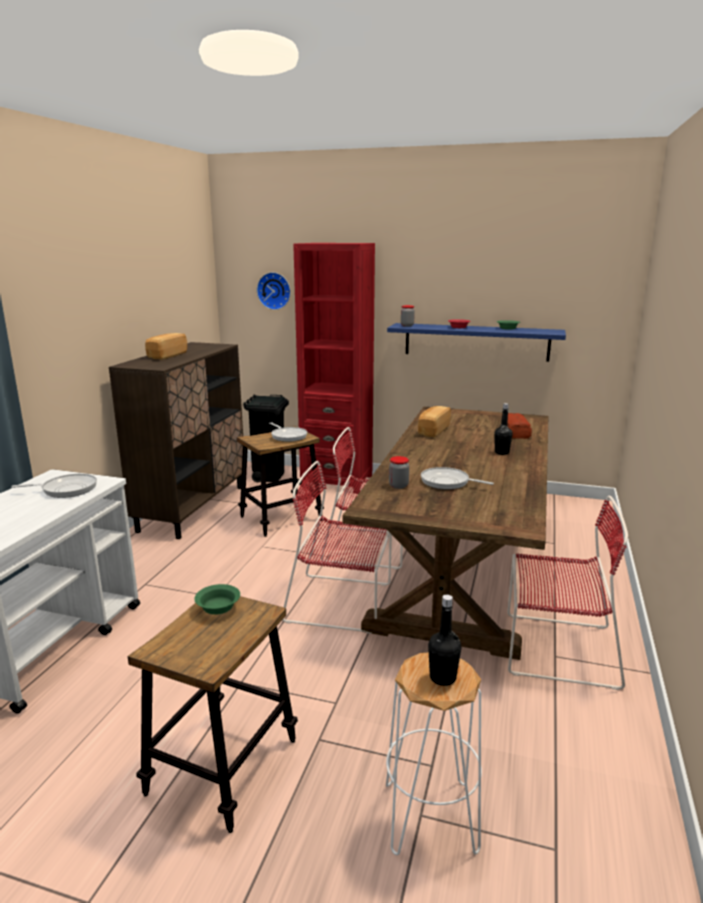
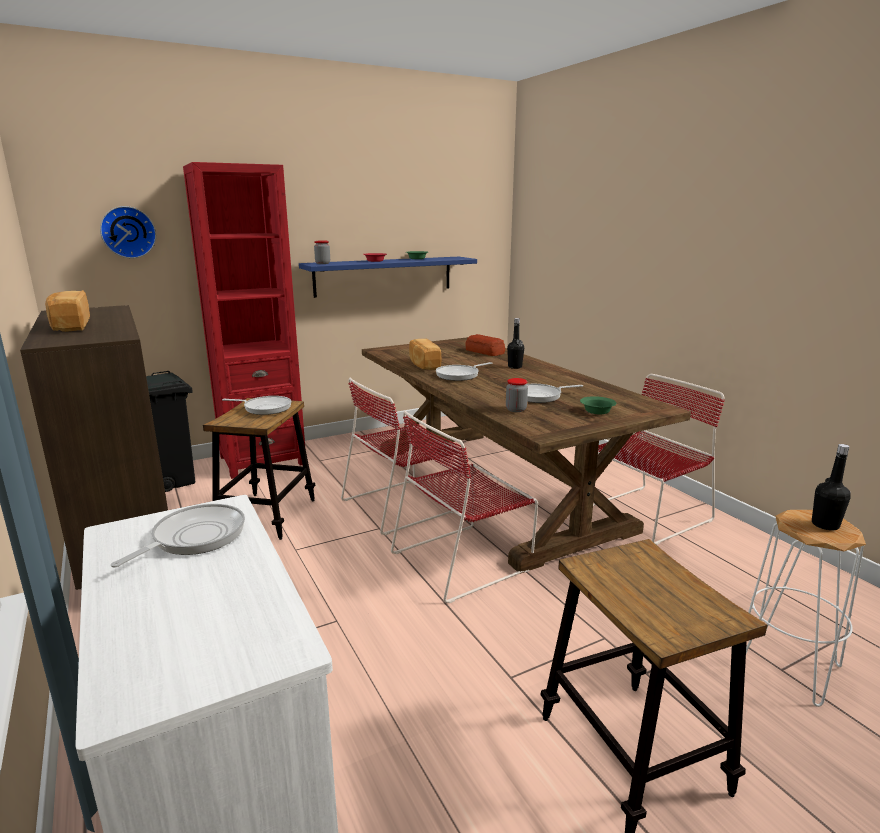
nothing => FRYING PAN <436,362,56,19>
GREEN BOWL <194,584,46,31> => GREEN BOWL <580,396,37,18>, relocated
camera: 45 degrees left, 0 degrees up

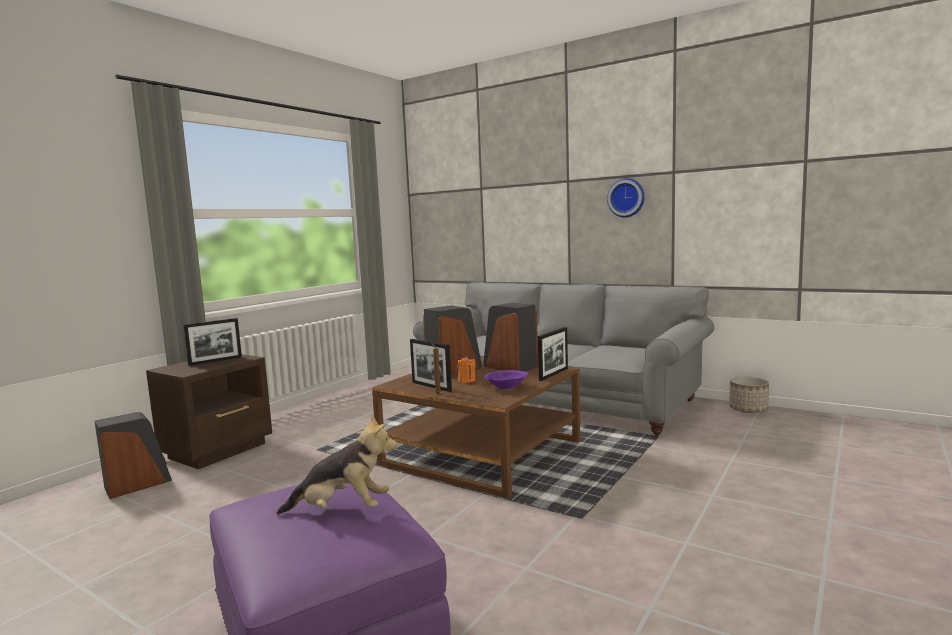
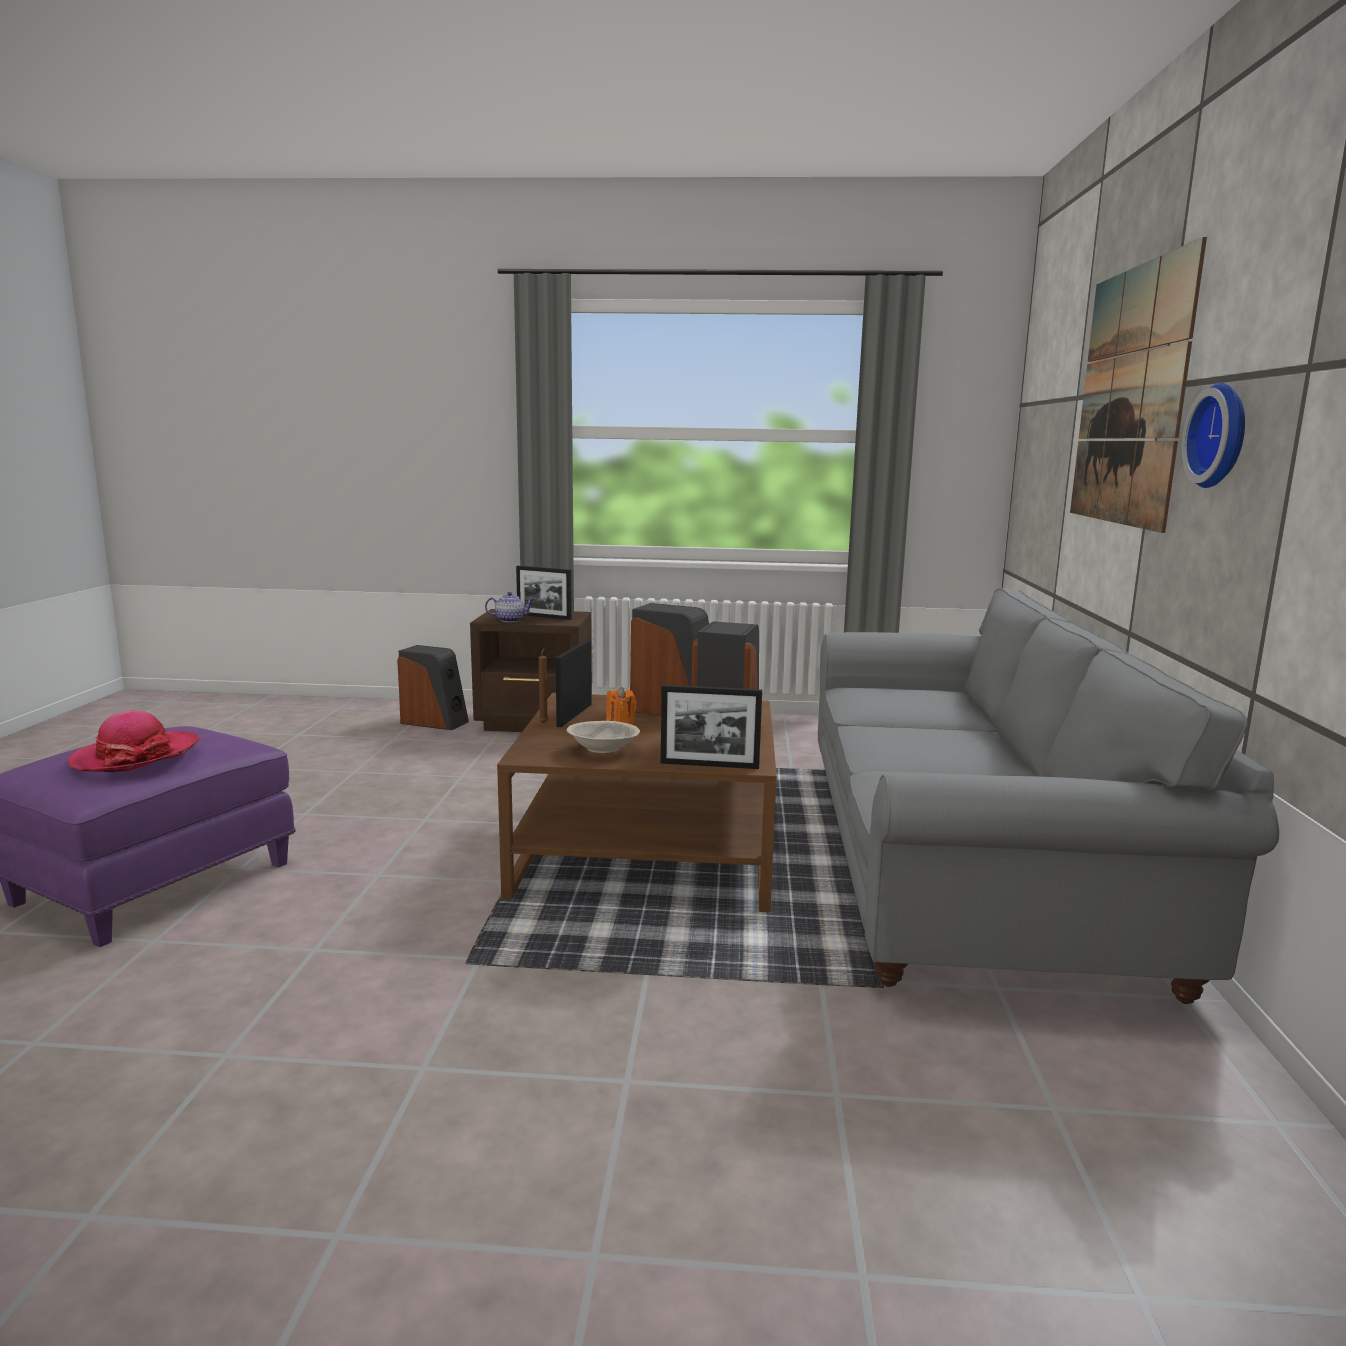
PLANTER <729,376,40,37> => nothing
nothing => TEAPOT <485,592,49,30>
nothing => PICTURE <1070,237,137,296>
PLUSH TOY <277,415,120,99> => HAT <68,711,132,61>
PURPLE BOWL <484,370,45,19> => BEIGE BOWL <567,721,73,32>
camera: 60 degrees right, 5 degrees up

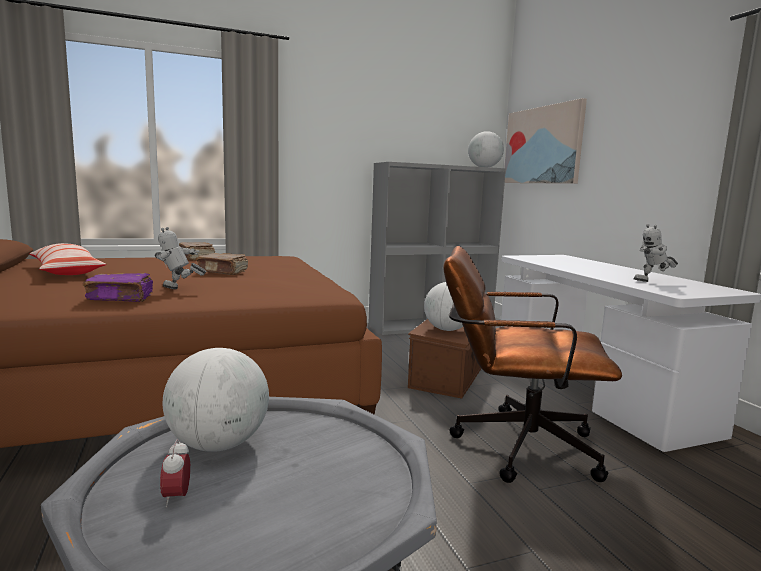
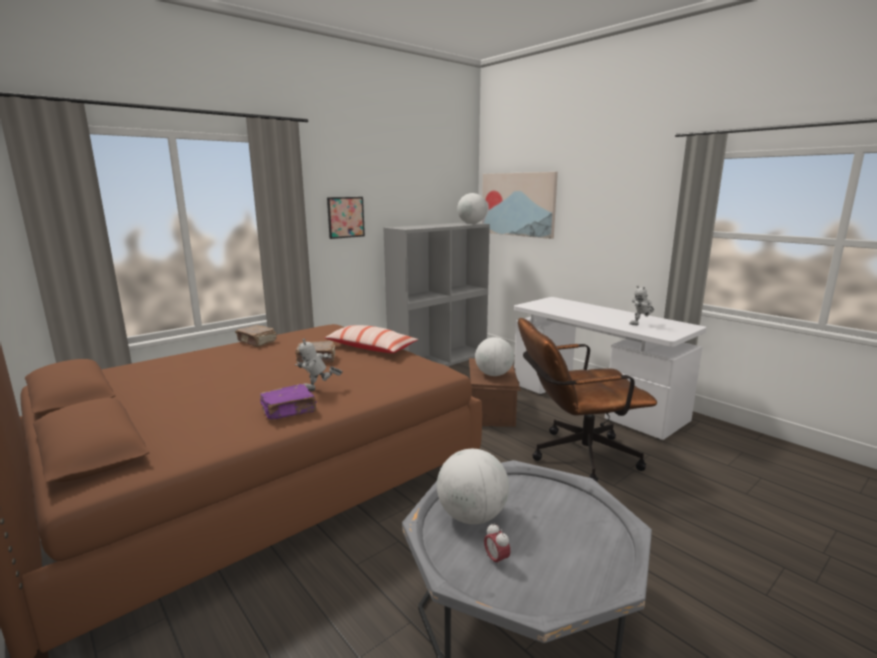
nothing => PICTURE <327,197,38,42>
PILLOW <29,243,77,32> => PILLOW <324,325,95,28>, relocated
camera: 20 degrees left, 5 degrees up

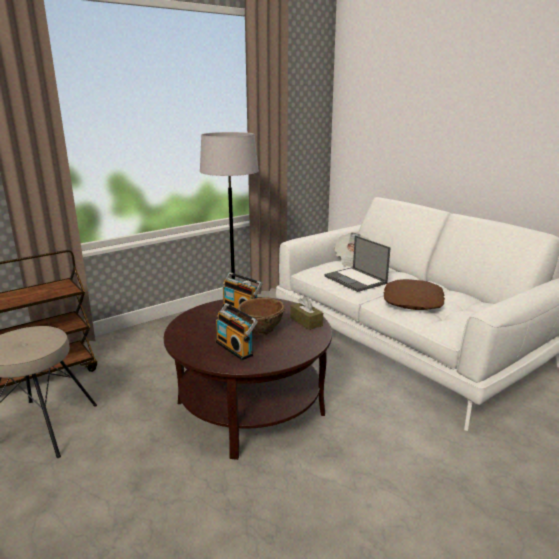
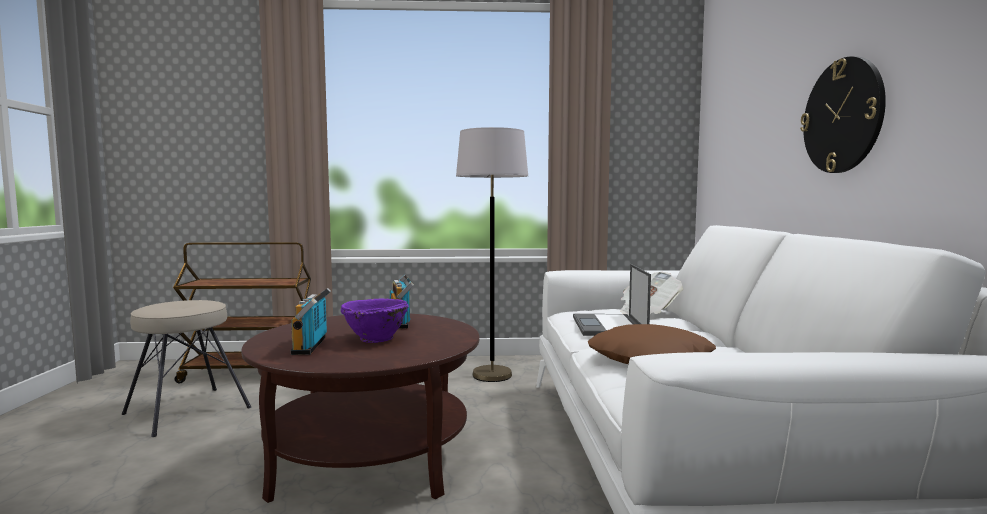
BROWN TISSUE BOX <291,296,32,34> => nothing
nothing => WALL CLOCK <800,56,86,117>
BROWN BOWL <237,298,48,37> => PURPLE BOWL <341,299,68,44>
camera: 35 degrees right, 15 degrees down

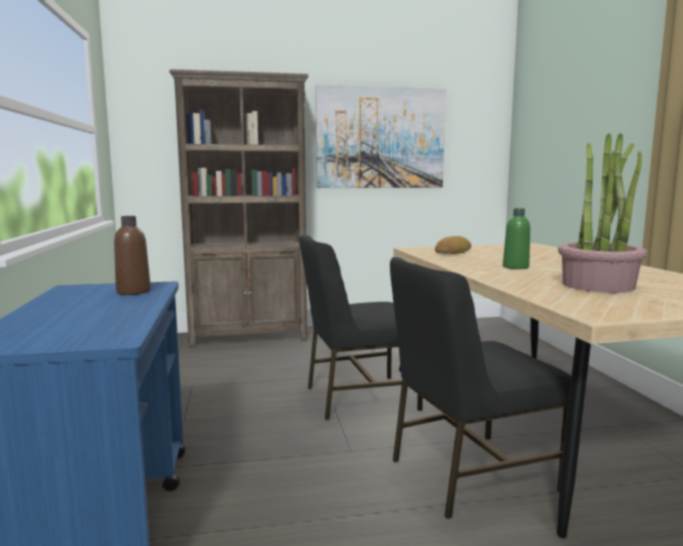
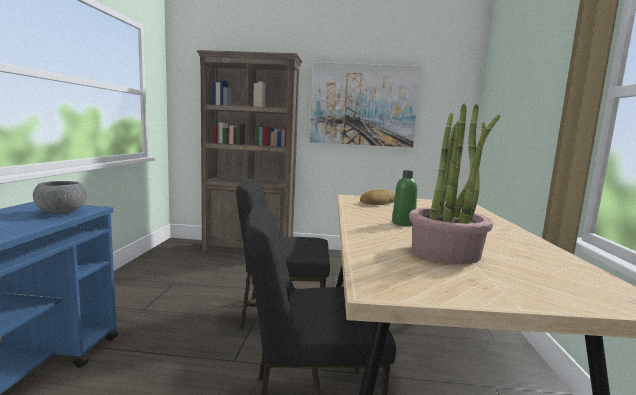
BROWN BOTTLE <114,216,37,79> => GREY BOWL <33,181,54,33>
camera: 15 degrees right, 0 degrees up

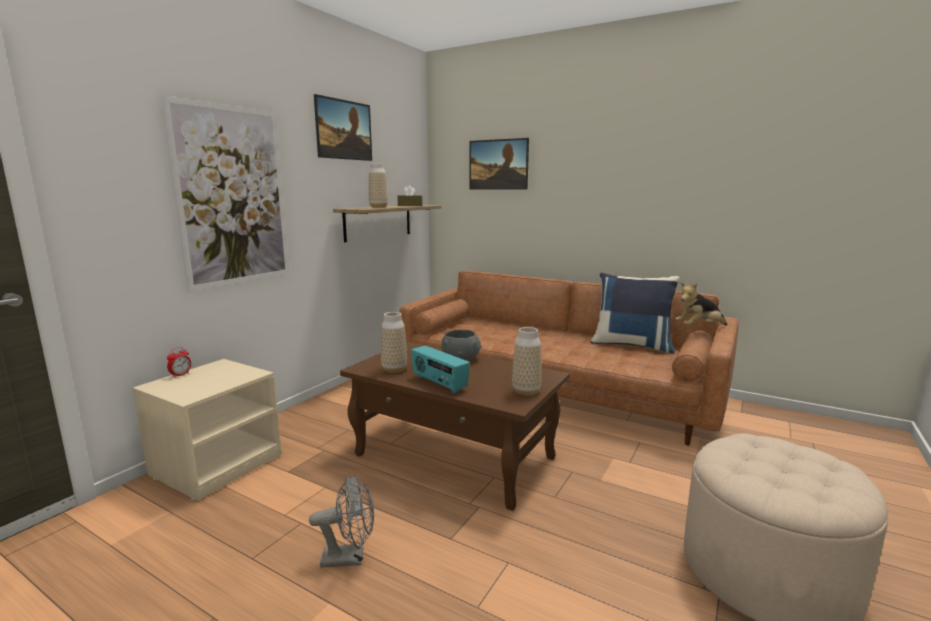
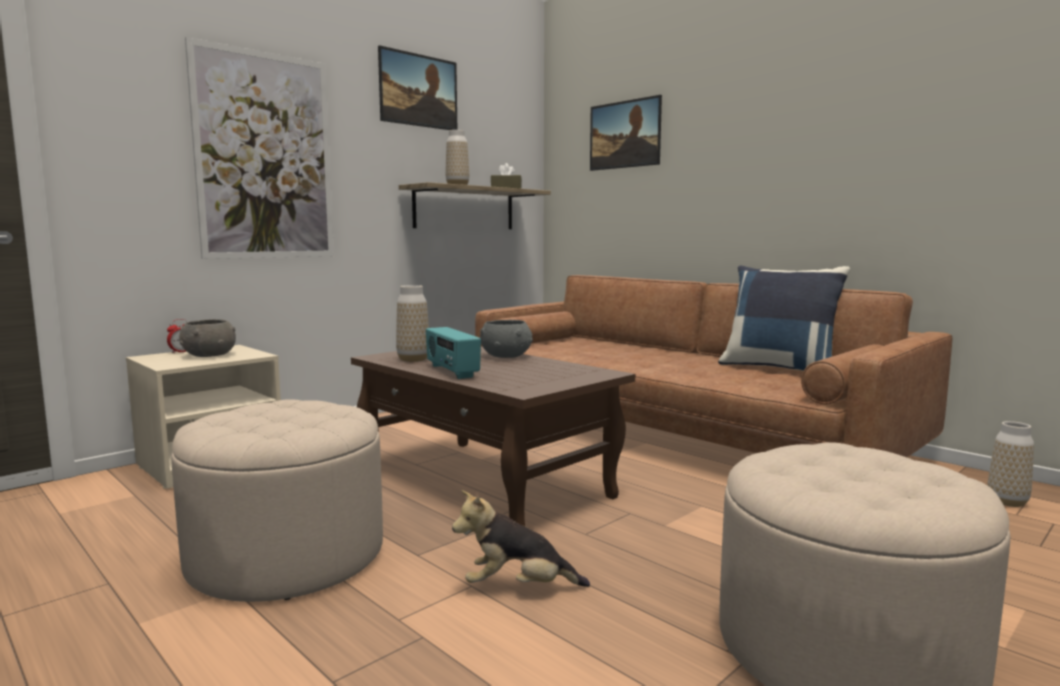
nothing => GREY BOWL <179,319,57,38>
VASE <512,327,30,69> => VASE <987,421,47,86>, relocated
PLUSH TOY <675,282,52,43> => PLUSH TOY <452,490,138,97>, relocated
GREY FAN <309,475,65,93> => BEIGE OTTOMAN <171,399,212,203>
camera: 15 degrees right, 5 degrees down

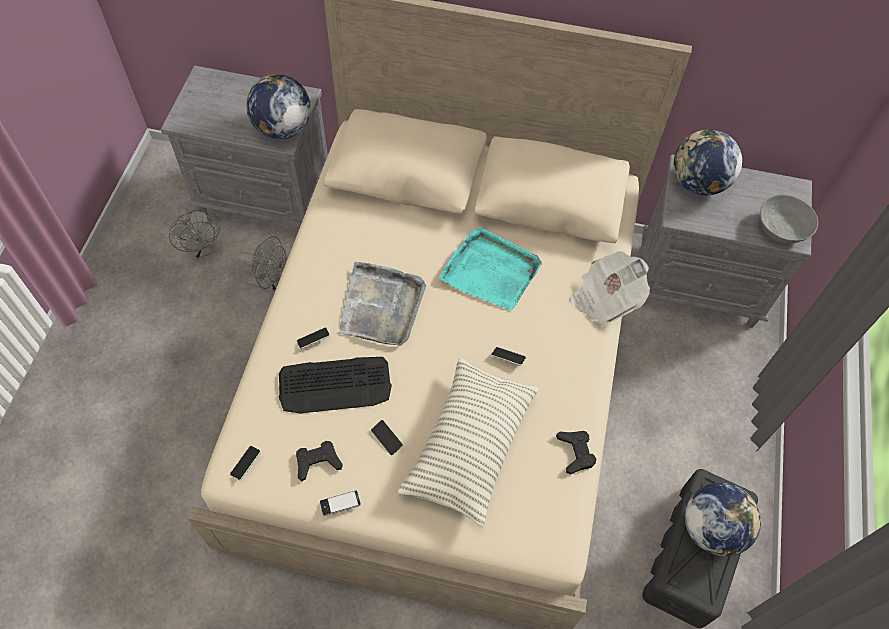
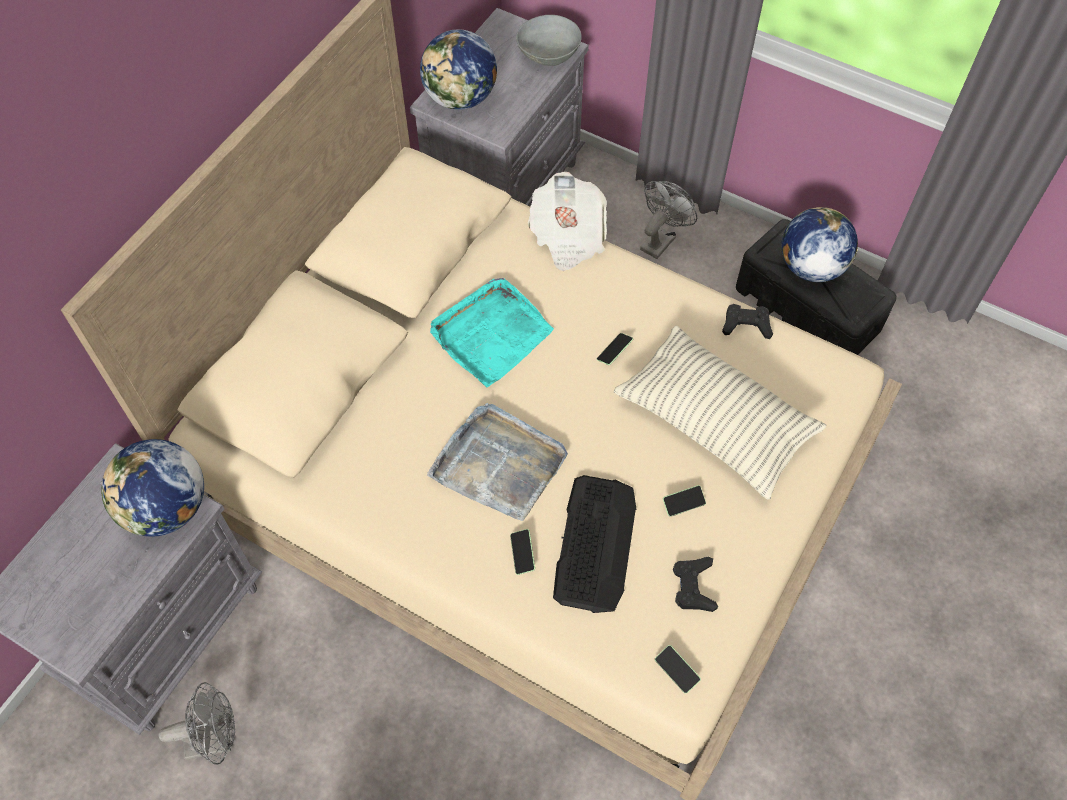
PHONE <320,490,41,26> => nothing
GREY FAN <238,236,48,56> => GREY FAN <640,181,57,78>, relocated
camera: 70 degrees left, 0 degrees up

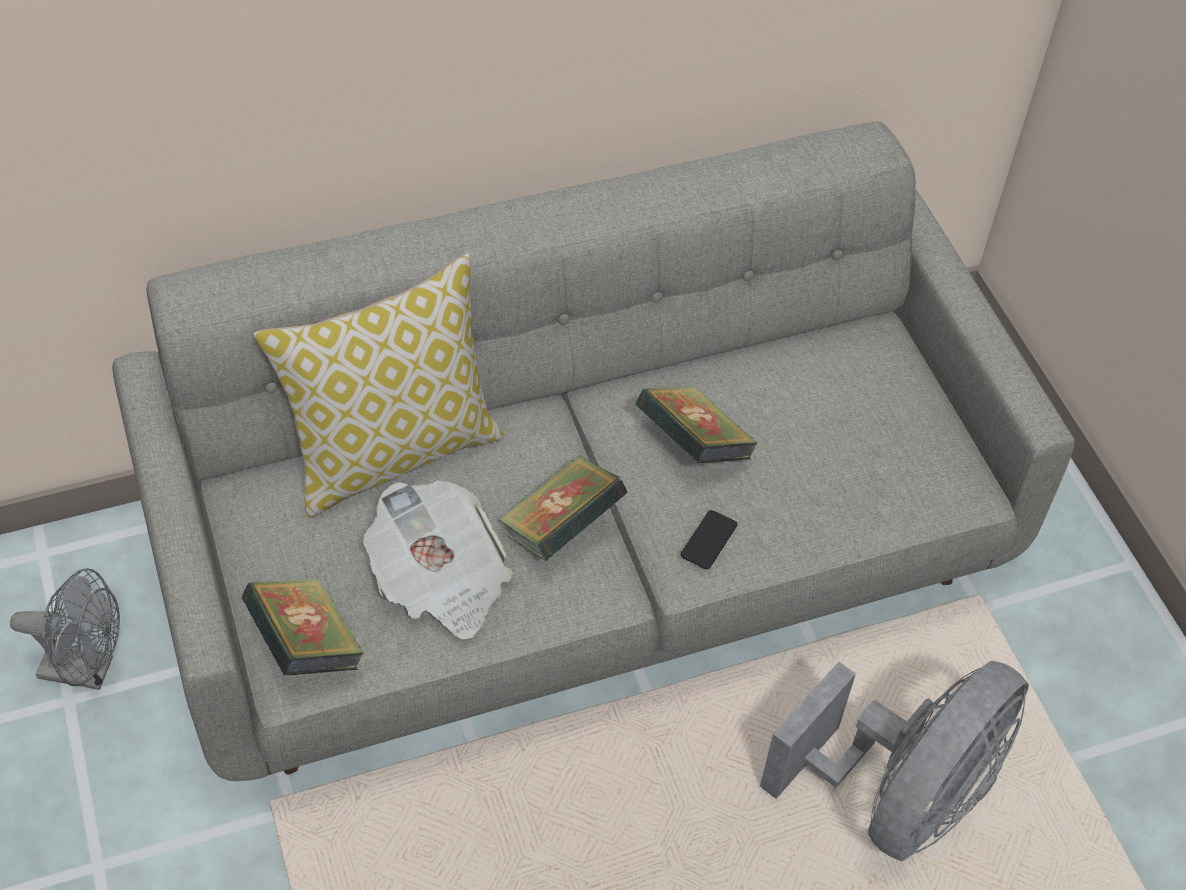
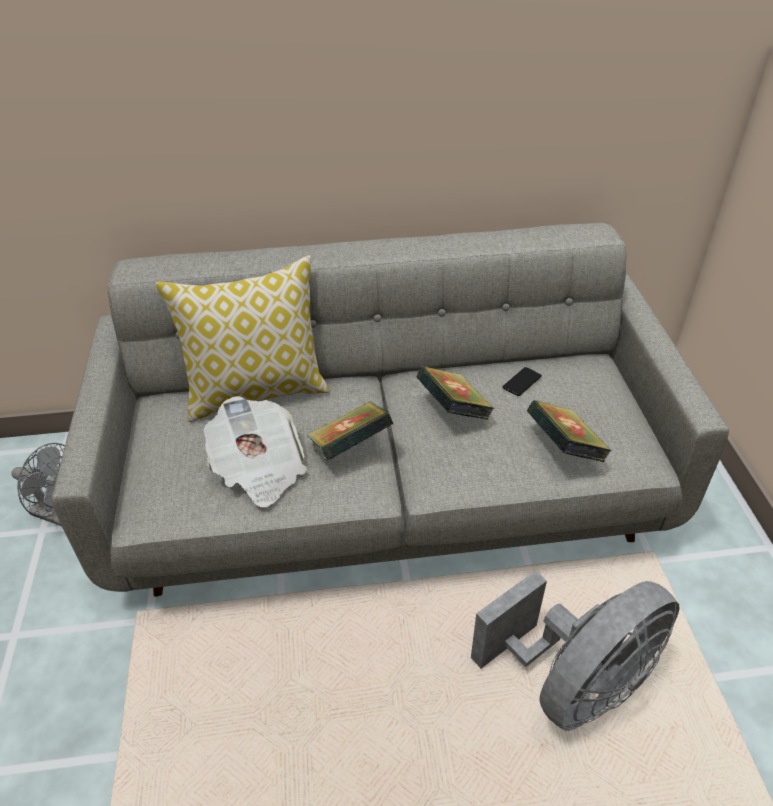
BOOK <242,578,122,97> => BOOK <527,400,85,62>, relocated
PHONE <680,510,58,59> => PHONE <503,367,39,29>, relocated
camera: 15 degrees right, 10 degrees down

